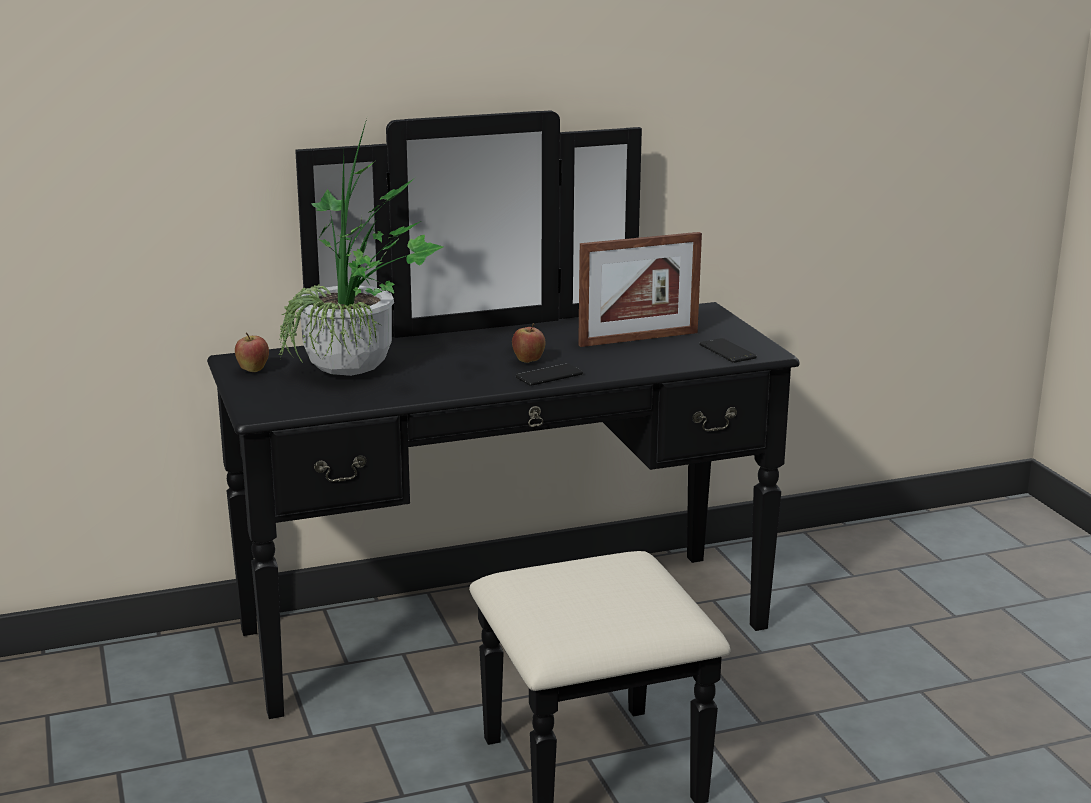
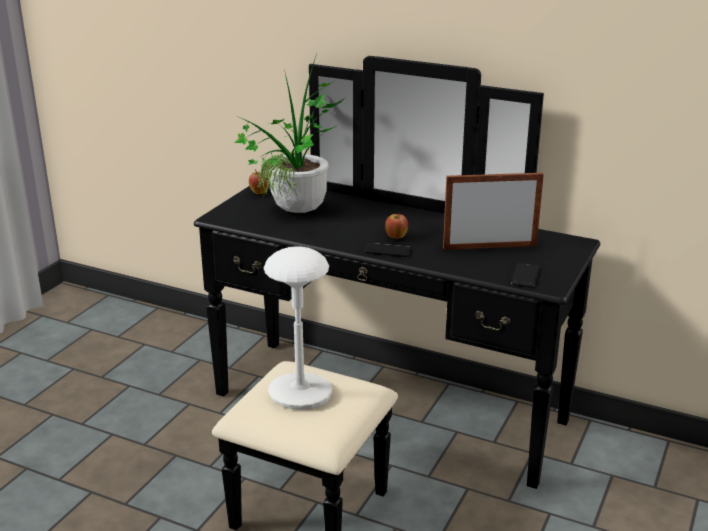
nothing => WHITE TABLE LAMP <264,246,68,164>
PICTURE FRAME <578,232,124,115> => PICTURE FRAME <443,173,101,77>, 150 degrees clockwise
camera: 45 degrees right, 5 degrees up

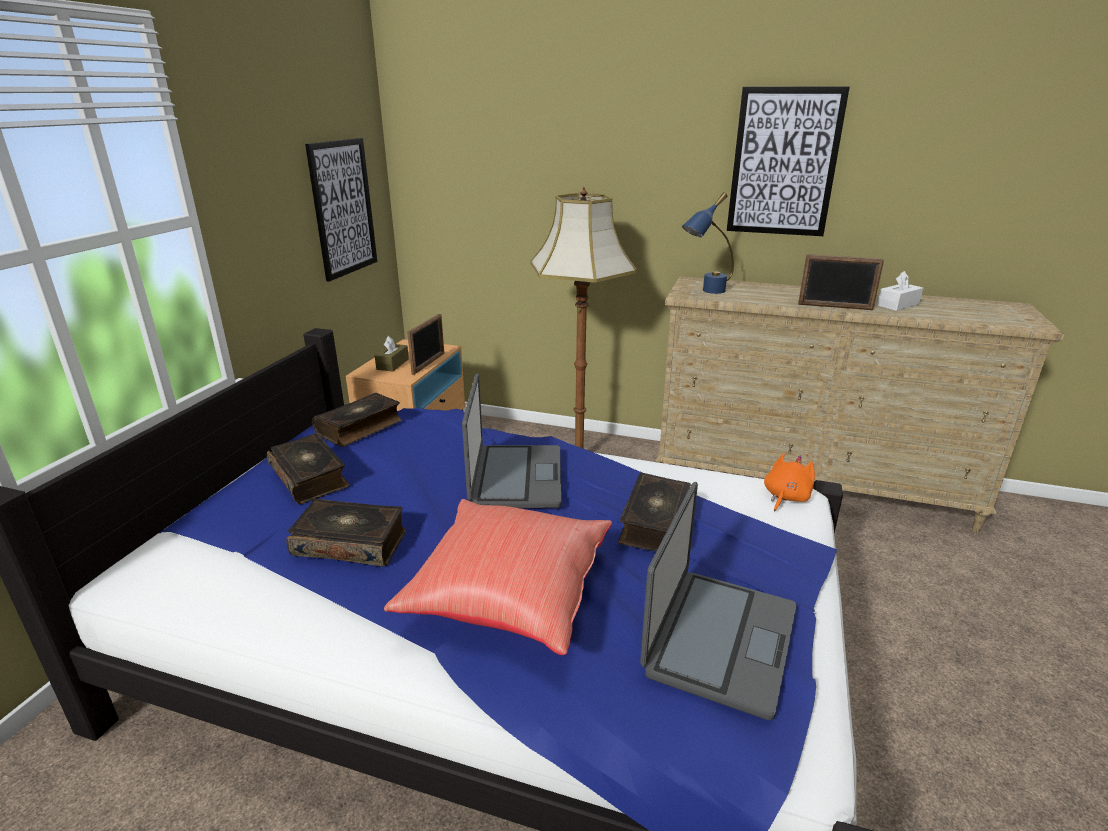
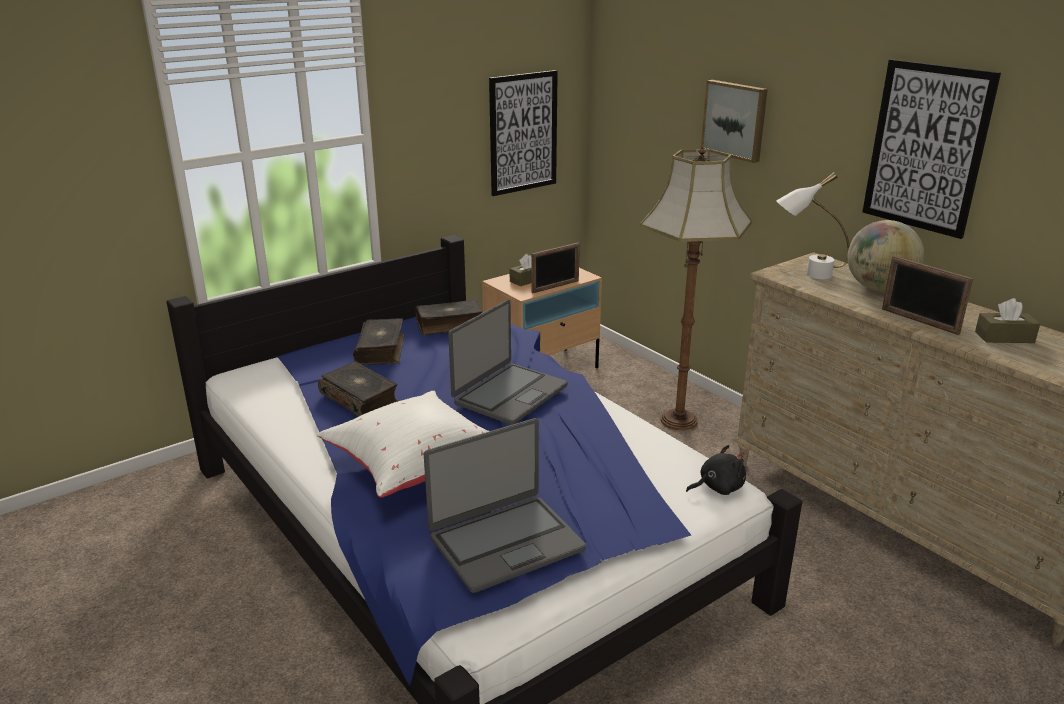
BOOK <618,473,73,78> => nothing
nothing => PICTURE <701,80,67,83>
nothing => GLOBE <848,220,76,71>
RED PILLOW <384,499,228,156> => WHITE PILLOW <317,391,172,107>
BLUE TABLE LAMP <682,192,52,102> => WHITE TABLE LAMP <776,172,74,107>
ORANGE PLUSH TOY <764,453,51,58> => BLACK PLUSH TOY <686,445,60,50>
WHITE TISSUE BOX <877,271,46,40> => BROWN TISSUE BOX <975,298,65,45>
camera: 35 degrees right, 0 degrees up

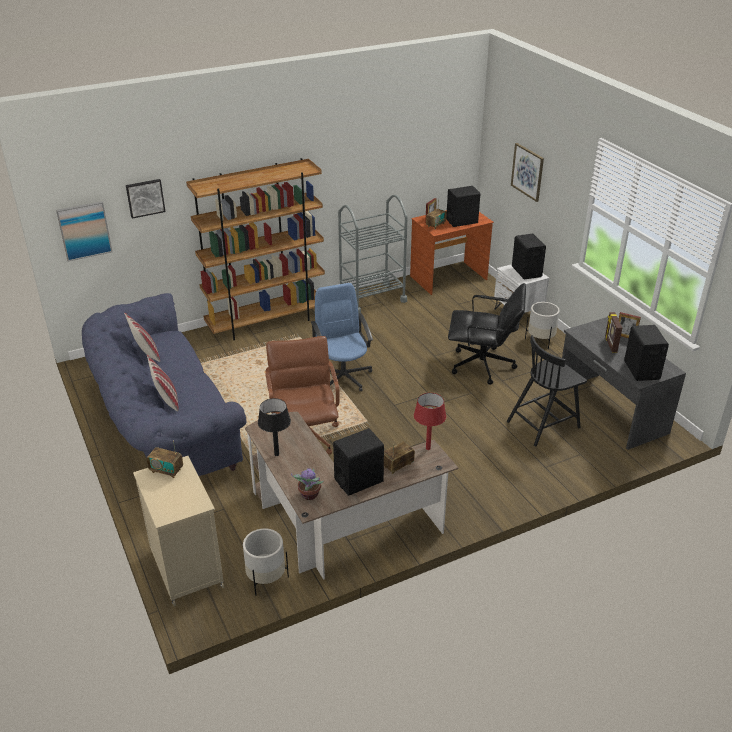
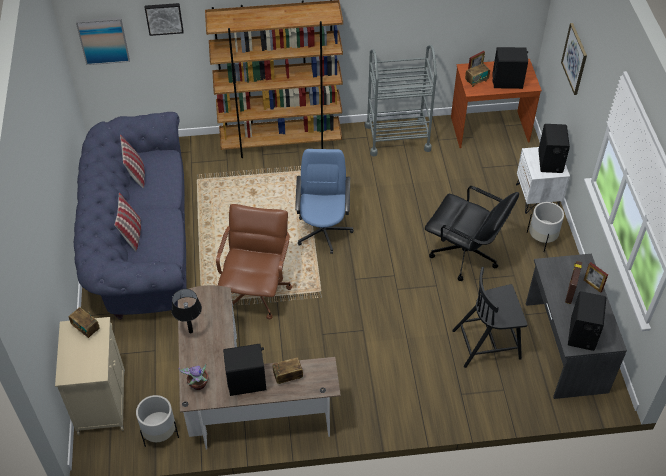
RED TABLE LAMP <414,393,32,57> => nothing
camera: 20 degrees right, 15 degrees up

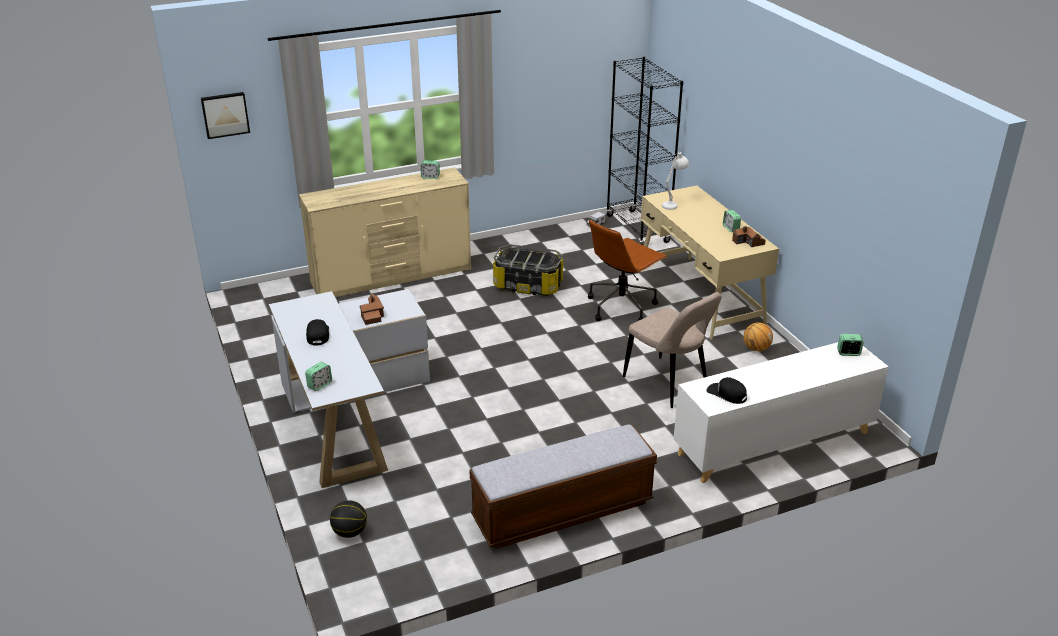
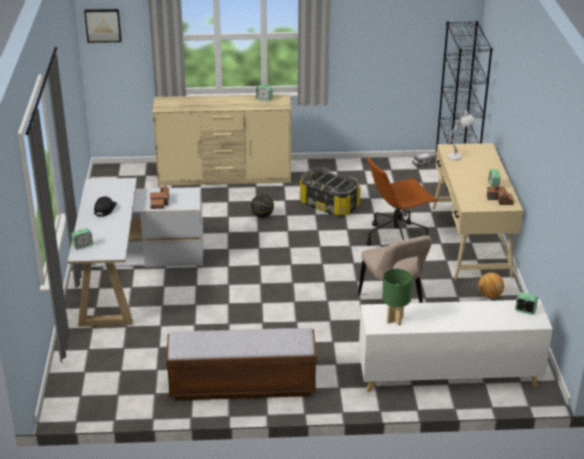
BASKETBALL <330,500,37,38> => BASKETBALL <251,194,23,24>, relocated
BLACK CAP <706,377,41,27> => GREEN TABLE LAMP <382,269,31,56>
camera: 20 degrees right, 0 degrees up

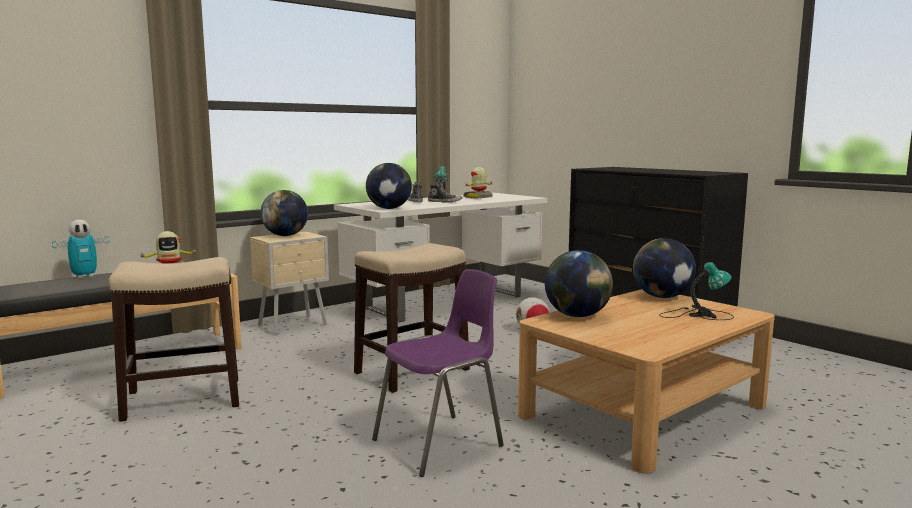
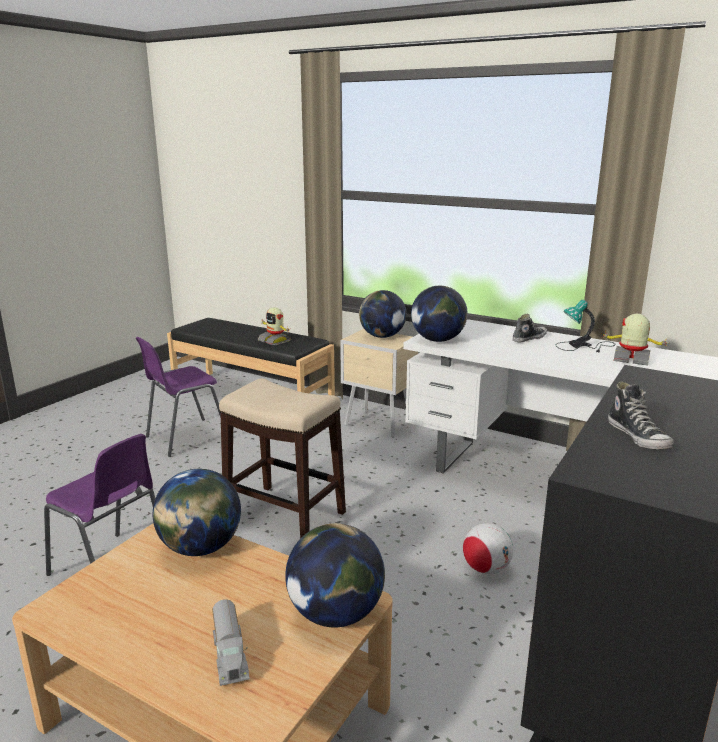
TOY ROBOT <52,220,57,59> => nothing
SHOE <428,182,34,21> => SHOE <608,381,66,69>, relocated
STOOL <109,257,130,165> => PURPLE CHAIR <136,337,85,120>
TABLE LAMP <659,262,75,58> => TOY TRUCK <212,599,38,87>
camera: 70 degrees right, 10 degrees up

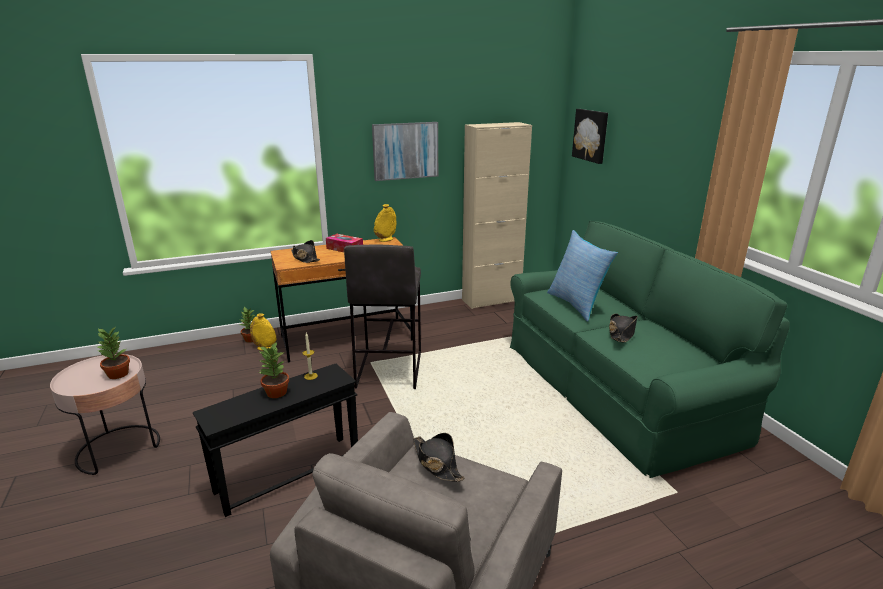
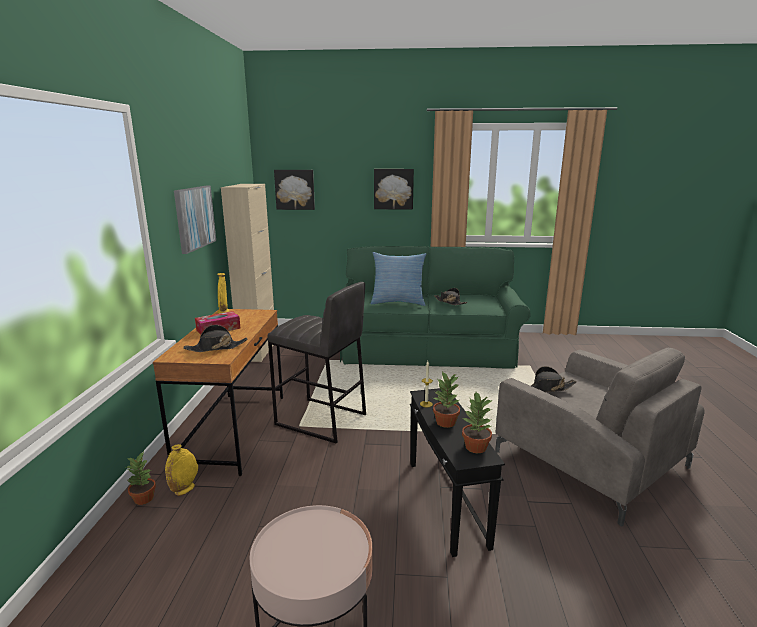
nothing => PICTURE <374,169,40,41>
POTTED PLANT <97,327,33,52> => POTTED PLANT <462,392,30,61>, relocated
camera: 65 degrees left, 5 degrees down

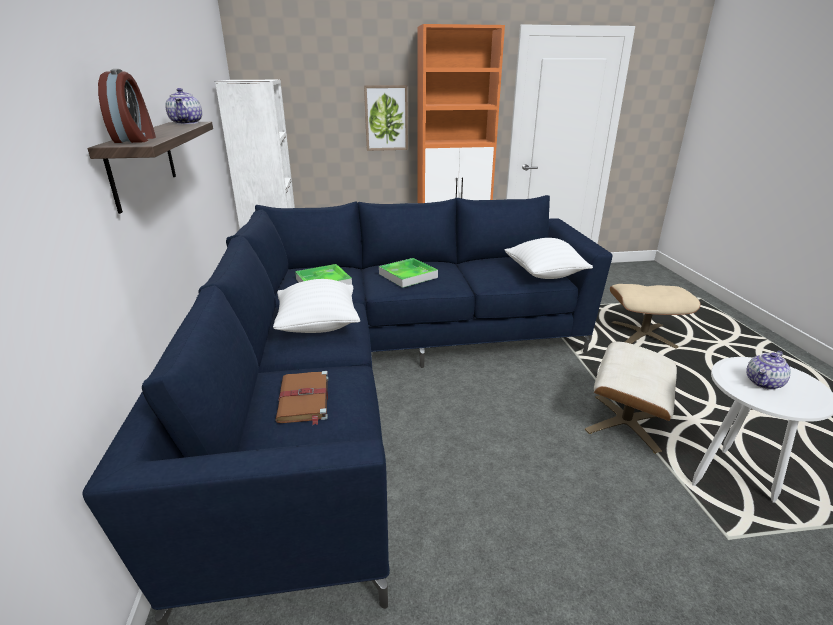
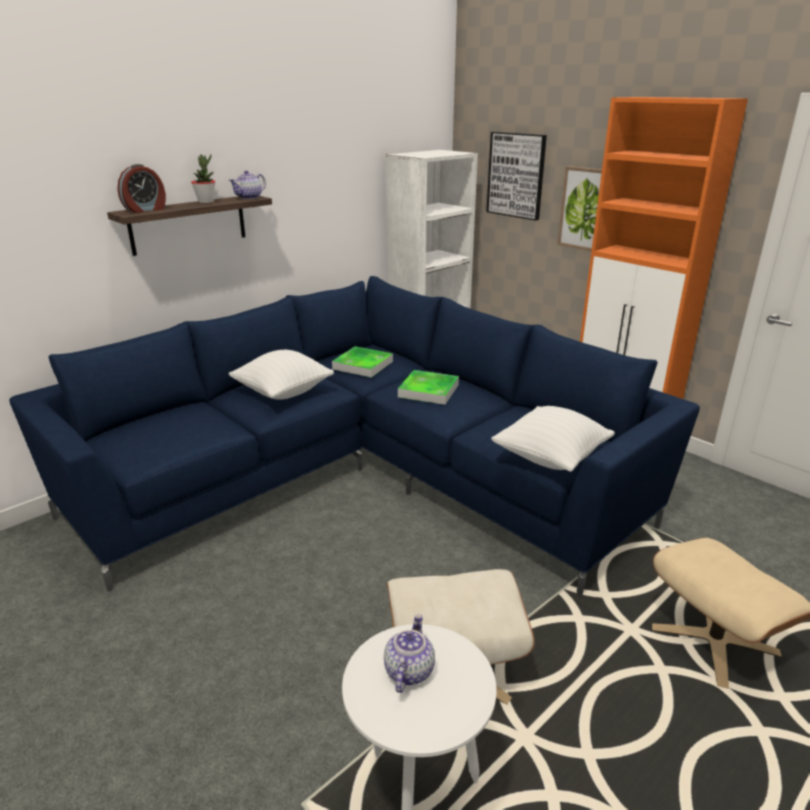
BROWN BOOK <275,371,53,54> => nothing
nothing => POTTED PLANT <191,154,24,49>
nothing => PICTURE <486,132,61,89>
TEAPOT <746,351,45,39> => TEAPOT <384,614,51,79>, 90 degrees clockwise
camera: 55 degrees right, 0 degrees up

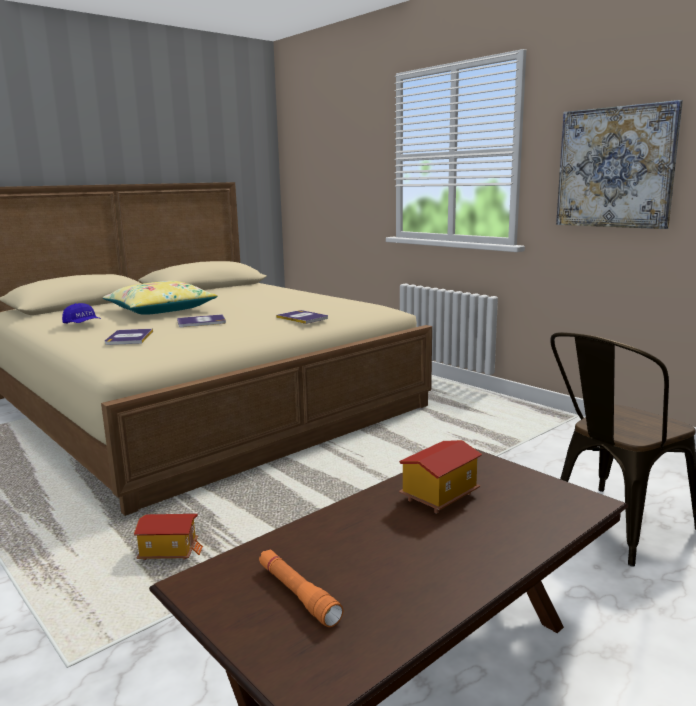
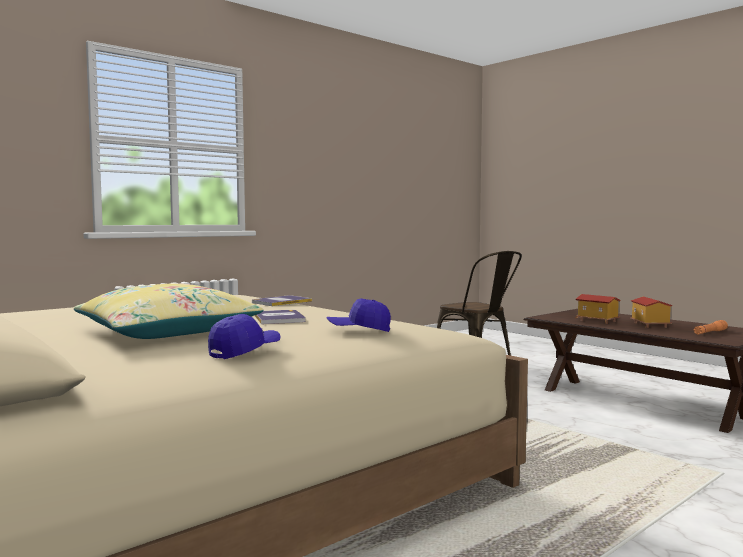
PICTURE <556,100,127,129> => nothing
TOY HOUSE <134,514,69,46> => TOY HOUSE <630,296,42,32>, relocated
BOOK <105,329,48,16> => BLUE CAP <326,298,65,34>
camera: 90 degrees left, 10 degrees down

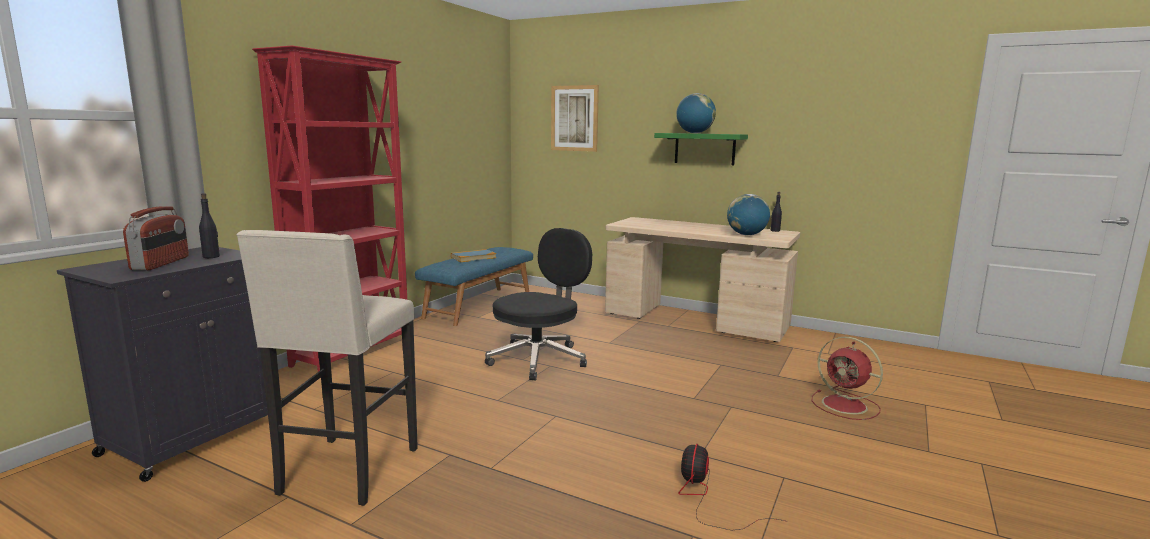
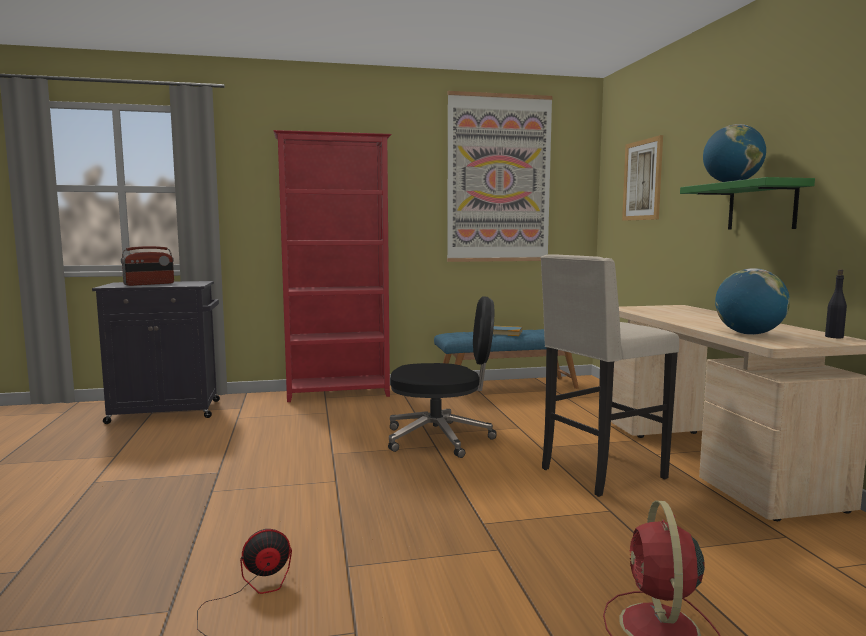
BLACK BOTTLE <199,193,21,65> => nothing
nothing => PICTURE <447,91,106,171>
BEIGE STOOL <236,230,182,276> => BEIGE STOOL <540,254,139,243>, relocated
camera: 50 degrees right, 5 degrees down

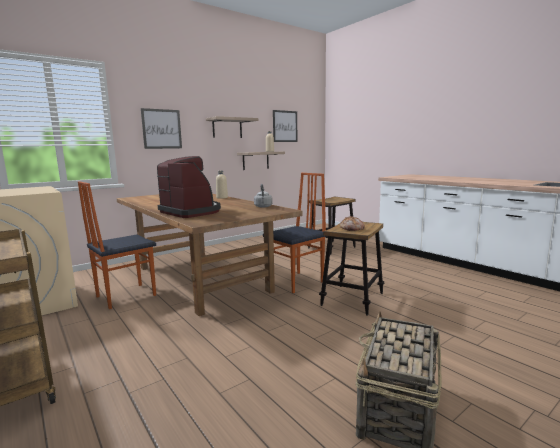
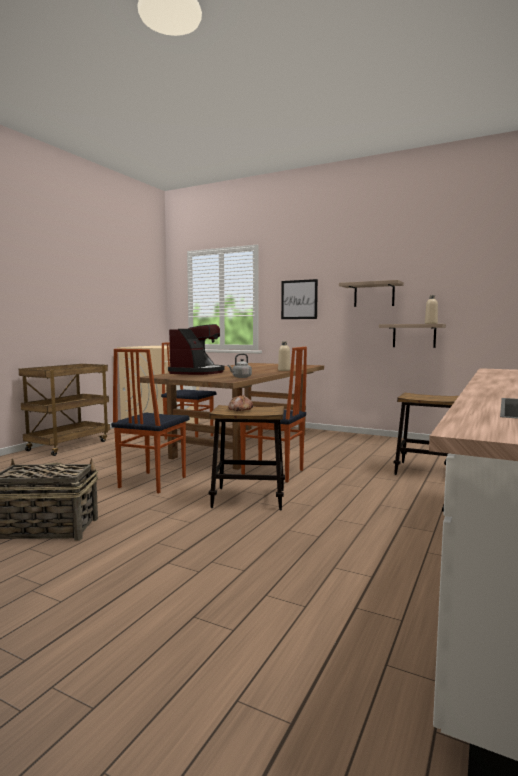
PICTURE <273,110,24,32> => nothing
nothing => CHAIR <111,349,79,144>
camera: 65 degrees right, 5 degrees down

